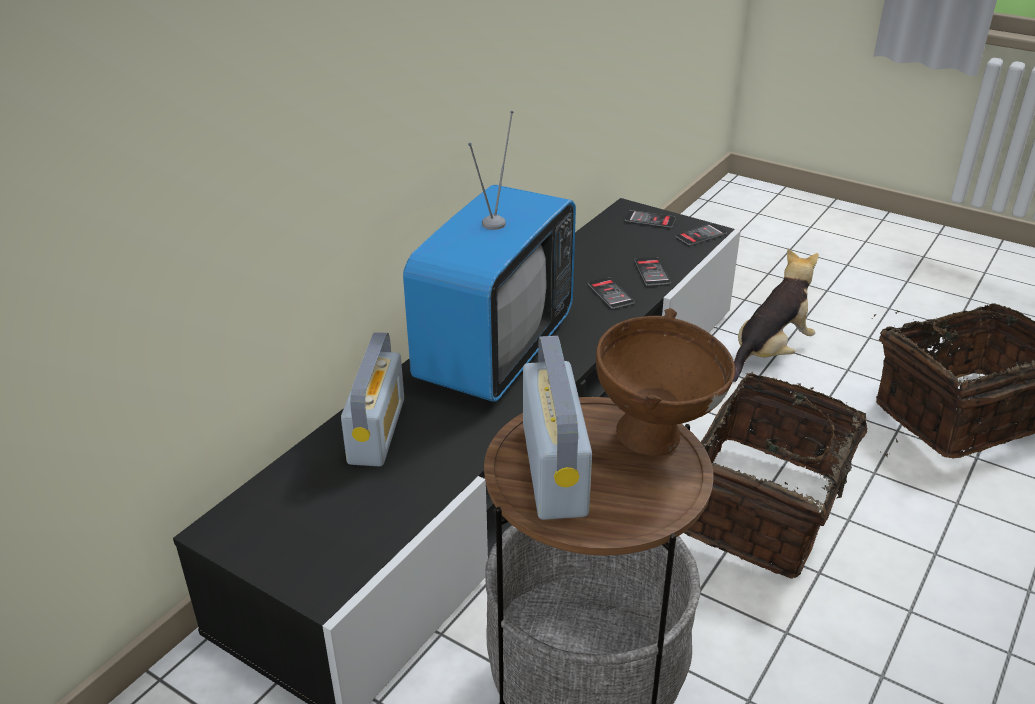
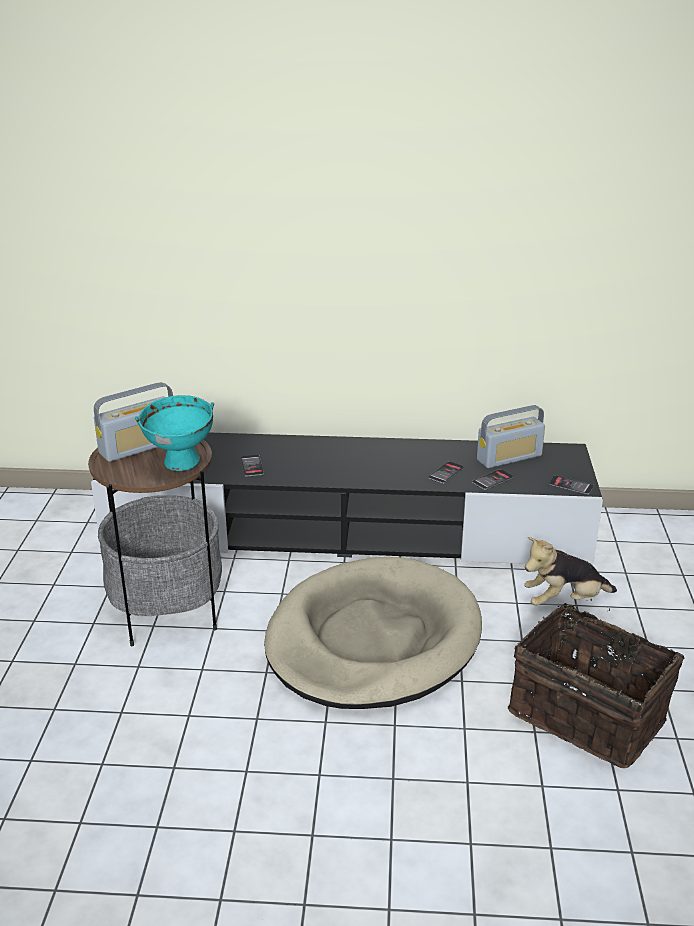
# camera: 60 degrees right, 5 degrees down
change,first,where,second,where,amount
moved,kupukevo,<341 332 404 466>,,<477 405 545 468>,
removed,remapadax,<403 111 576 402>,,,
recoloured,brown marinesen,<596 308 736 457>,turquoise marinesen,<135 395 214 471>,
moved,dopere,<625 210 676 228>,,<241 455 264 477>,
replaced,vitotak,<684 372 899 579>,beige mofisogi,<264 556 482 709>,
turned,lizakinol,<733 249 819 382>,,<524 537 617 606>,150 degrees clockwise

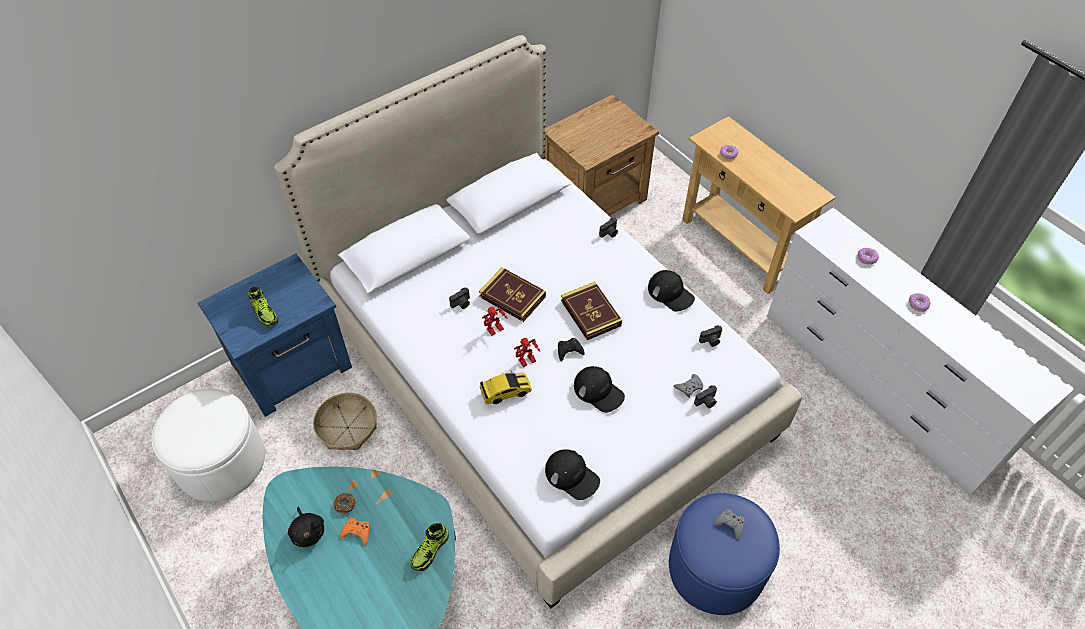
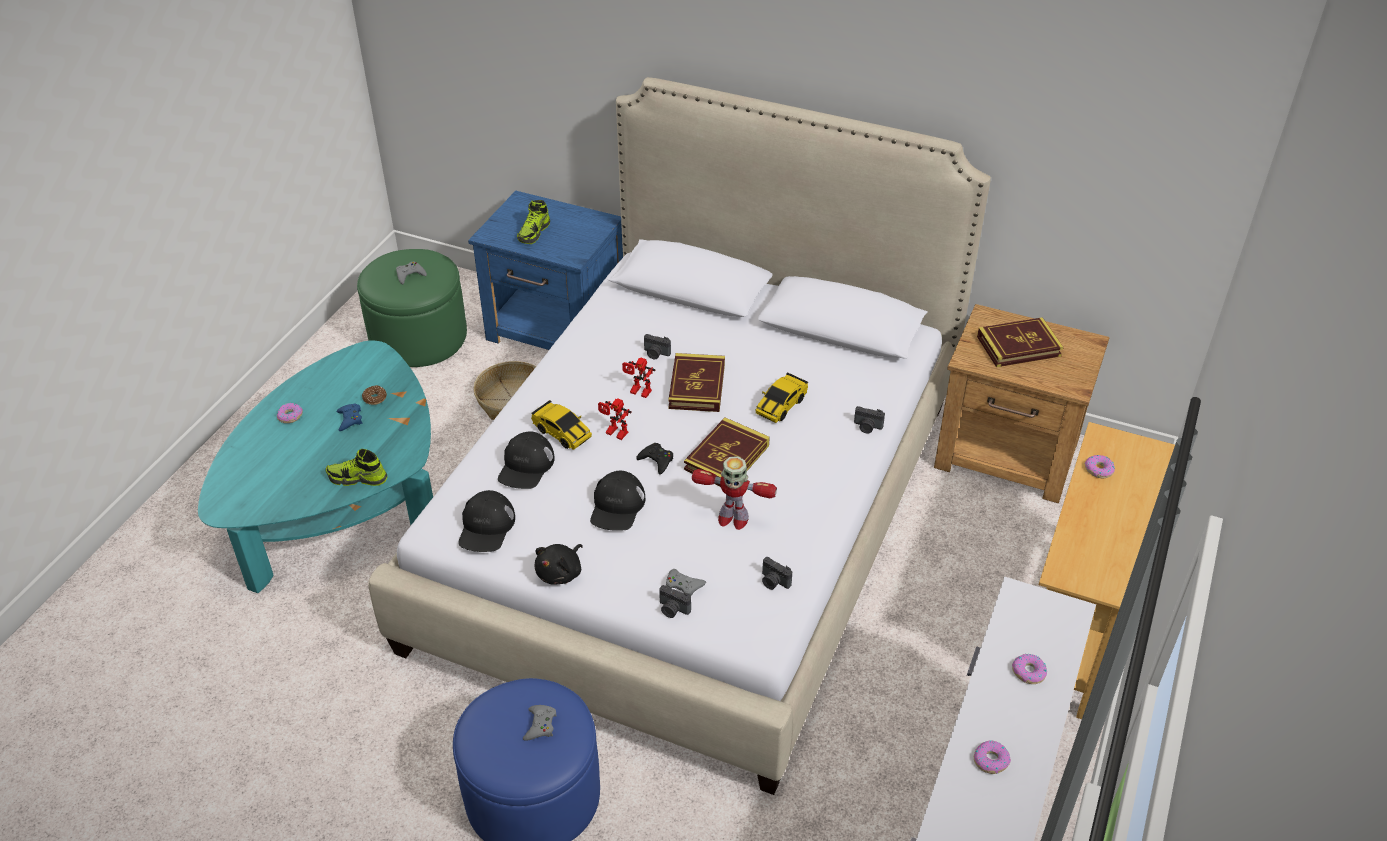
# camera: 60 degrees right, 10 degrees down
change,first,where,second,where,amount
recoloured,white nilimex,<151 389 265 502>,green nilimex,<357 249 467 367>,
moved,black lizakinol,<288 507 324 547>,,<535 544 583 585>,
recoloured,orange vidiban,<340 518 370 545>,blue vidiban,<337 404 362 431>,
moved,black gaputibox,<648 270 695 312>,,<498 431 555 489>,
added,,,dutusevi,<277 403 303 423>,
added,,,grey vidiban,<396 261 427 284>,
added,,,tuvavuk,<692 456 777 530>,
added,,,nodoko,<756 372 808 423>,
added,,,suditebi,<977 317 1064 367>,

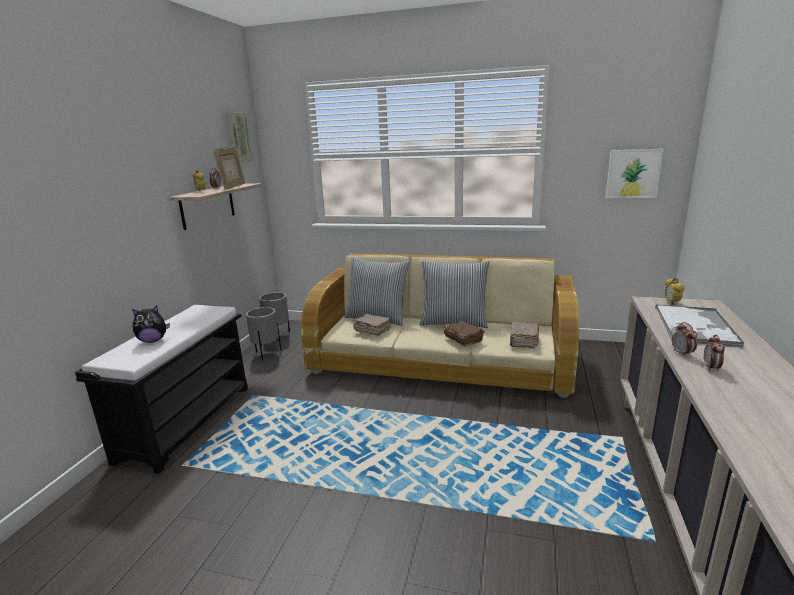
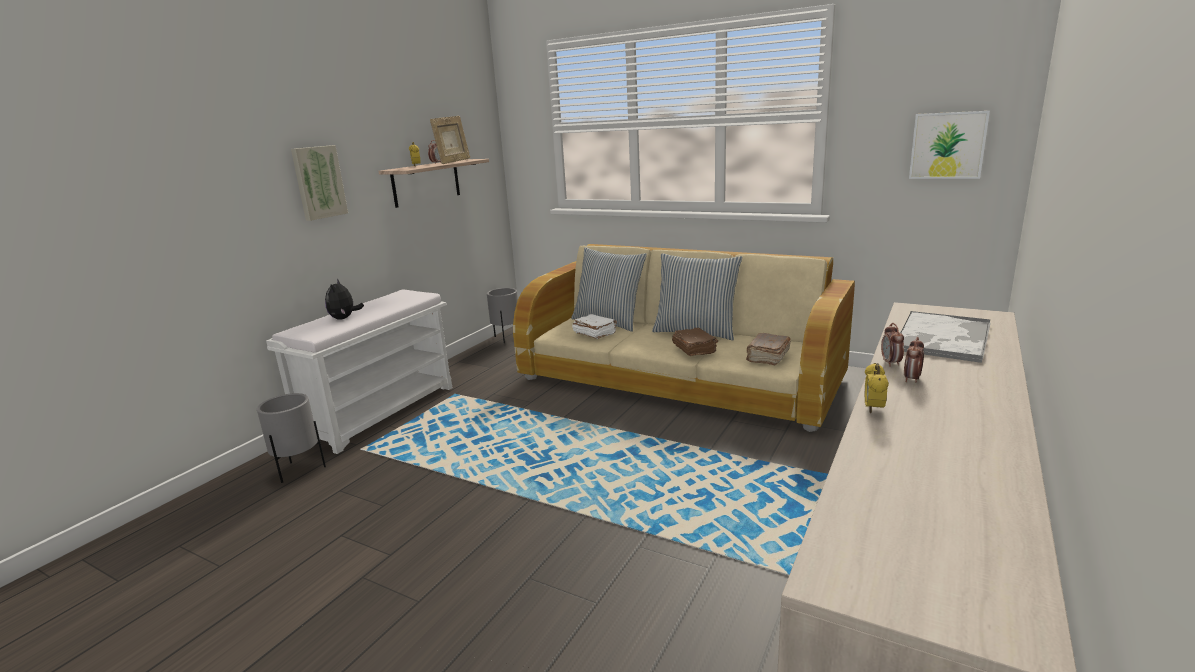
# camera: 15 degrees right, 0 degrees up
change,first,where,second,where,amount
recoloured,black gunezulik,<75 305 248 474>,white gunezulik,<266 290 452 454>,
turned,lizakinol,<132 305 170 343>,,<325 279 364 320>,90 degrees clockwise
moved,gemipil,<225 112 254 163>,,<291 145 348 221>,
moved,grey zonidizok,<246 307 282 361>,,<257 393 326 483>,
recoloured,brown suditebi,<353 314 392 336>,white suditebi,<572 314 617 339>,
moved,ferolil,<665 278 684 305>,,<865 363 889 414>,

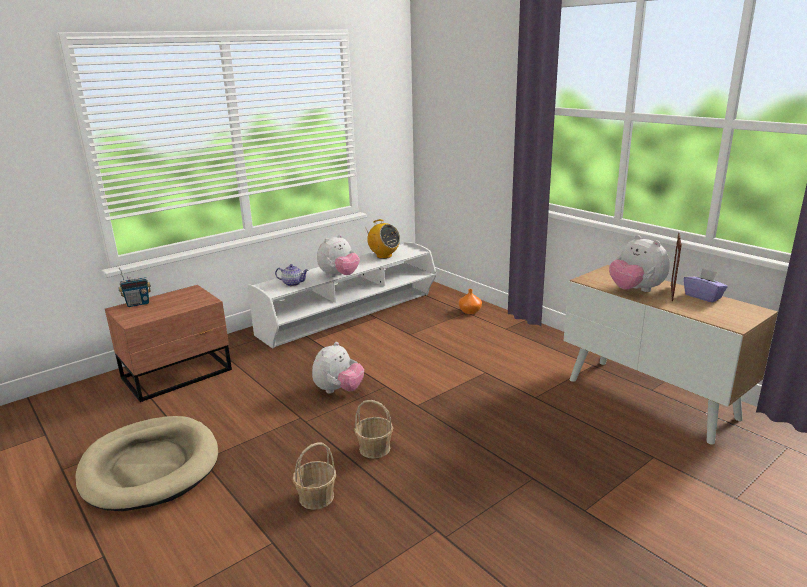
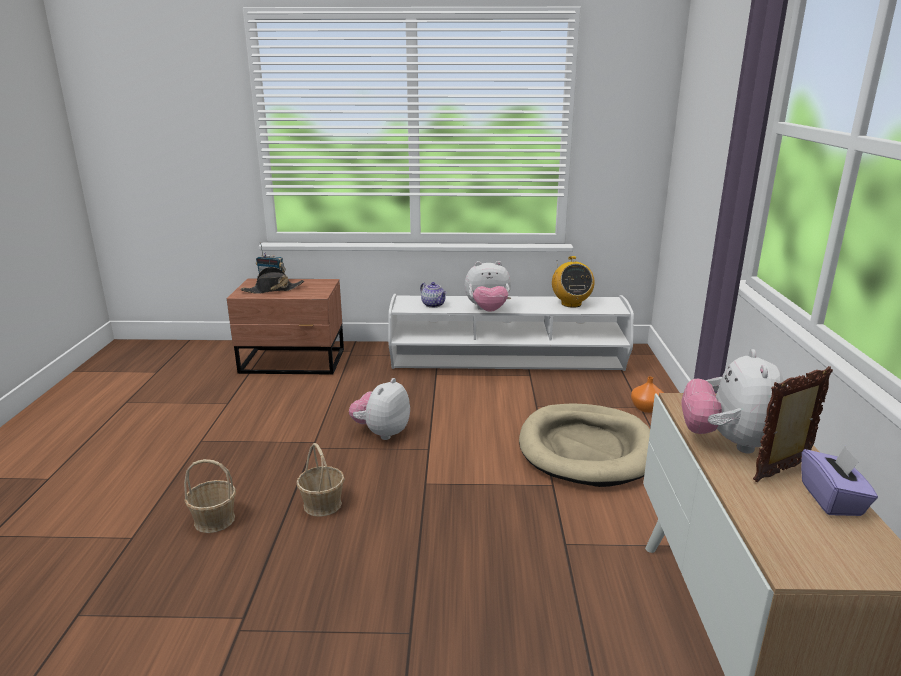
# camera: 40 degrees right, 0 degrees up
change,first,where,second,where,amount
moved,beige mofisogi,<76 416 218 511>,,<519 403 650 487>,
turned,lizakinol,<312 342 364 394>,,<349 378 410 440>,135 degrees clockwise
added,,,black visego,<241 267 304 294>,

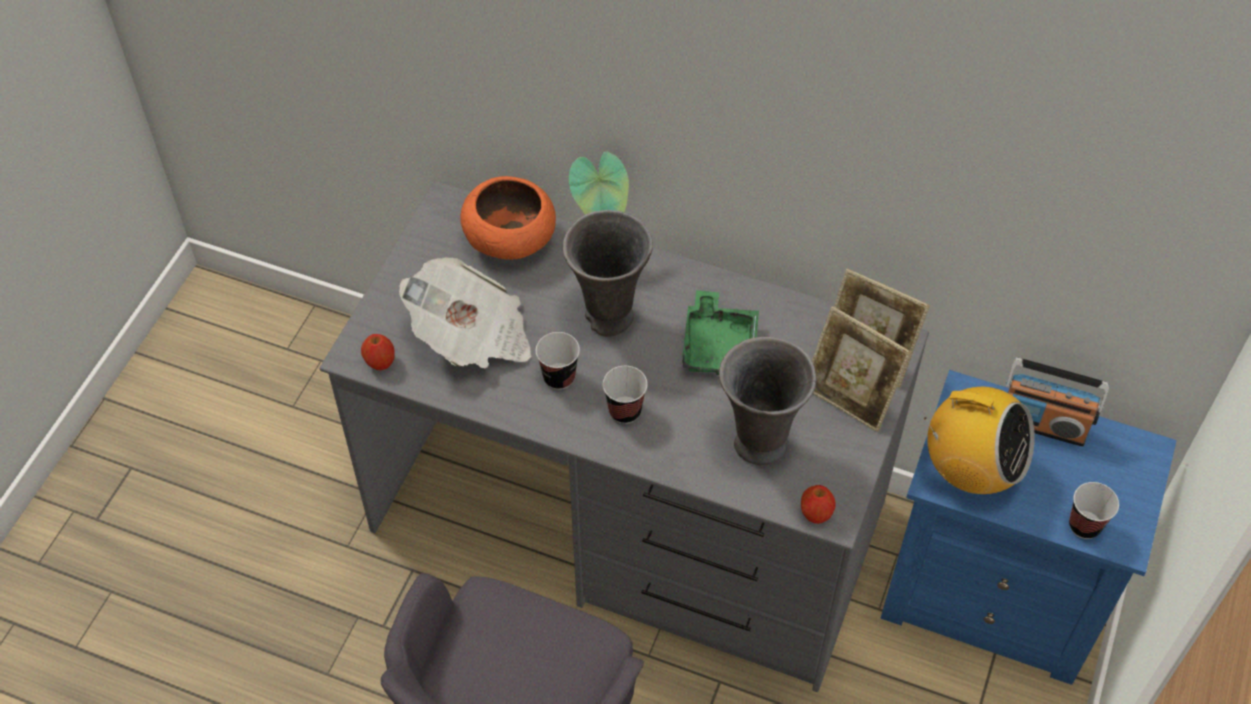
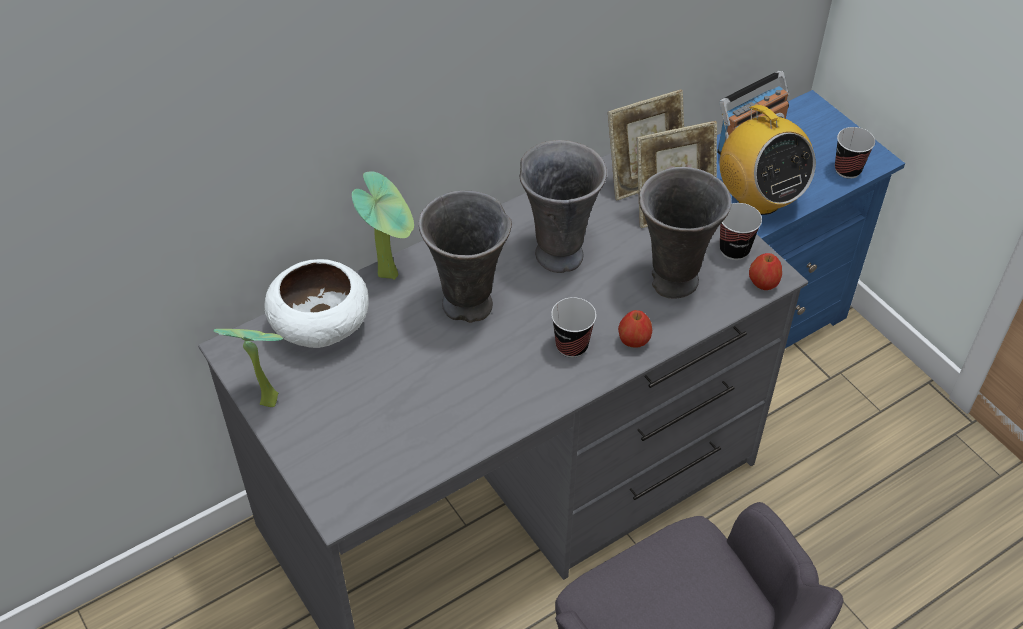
# camera: 55 degrees left, 5 degrees down
change,first,where,second,where,amount
moved,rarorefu,<361 334 395 370>,,<618 310 652 348>,
removed,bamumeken,<399 257 531 368>,,,
recoloured,orange marinesen,<460 176 556 260>,white marinesen,<264 259 369 348>,
moved,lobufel,<536 332 580 390>,,<720 203 762 260>,
replaced,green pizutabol,<682 290 759 375>,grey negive,<519 140 607 273>,
turned,kupukevo,<924 387 1035 494>,,<720 105 816 215>,90 degrees clockwise
added,,,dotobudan,<214 329 283 407>,

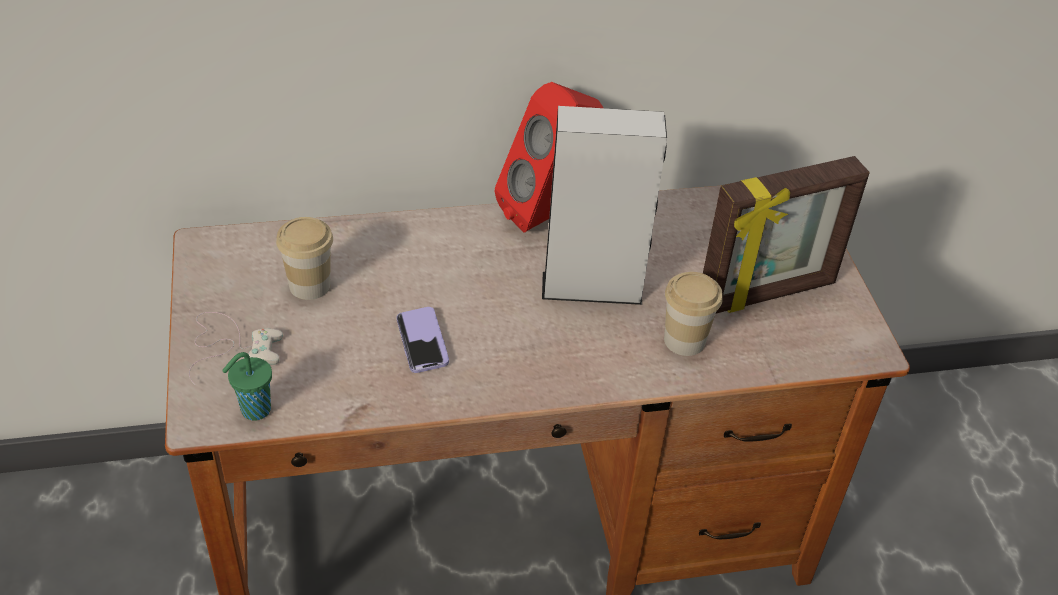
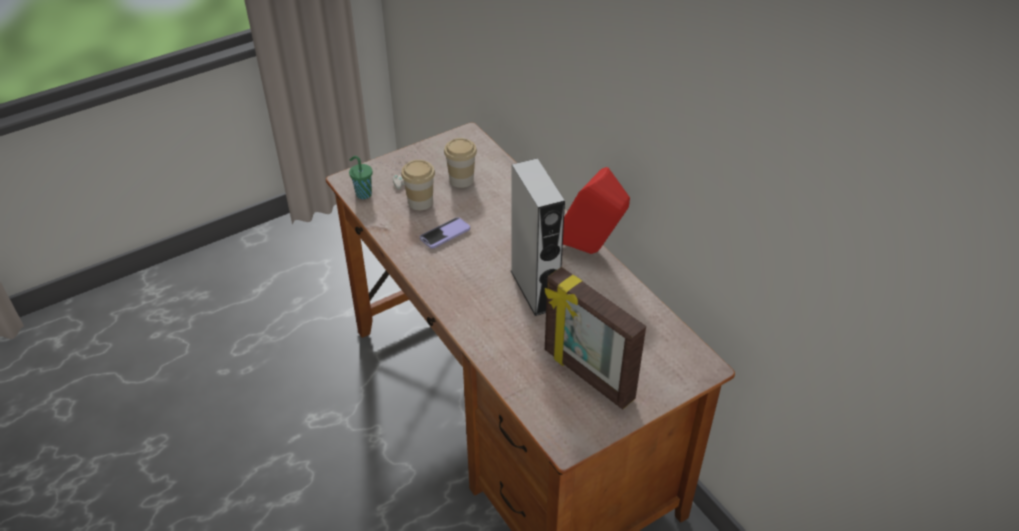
# camera: 70 degrees right, 0 degrees up
change,first,where,second,where,amount
moved,lobufel,<664 272 723 356>,,<401 160 435 210>,

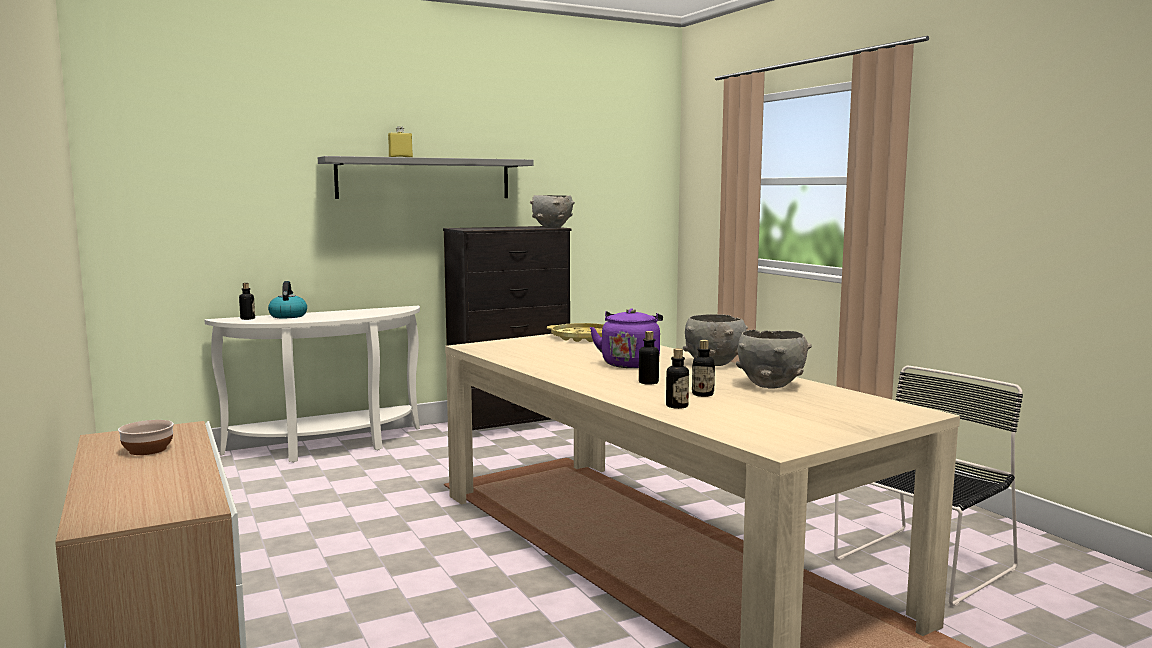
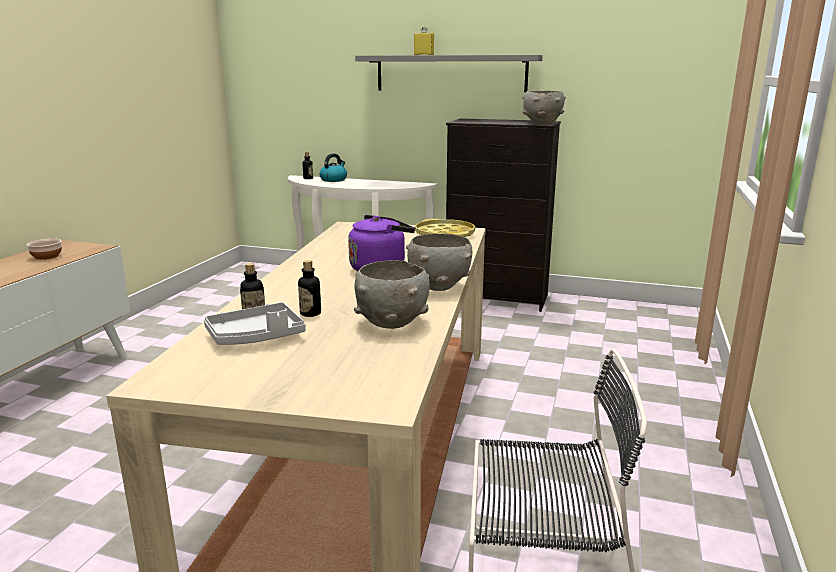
# camera: 45 degrees right, 10 degrees up
change,first,where,second,where,amount
removed,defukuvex,<639 331 659 385>,,,
added,,,grey pizutabol,<204 302 306 345>,

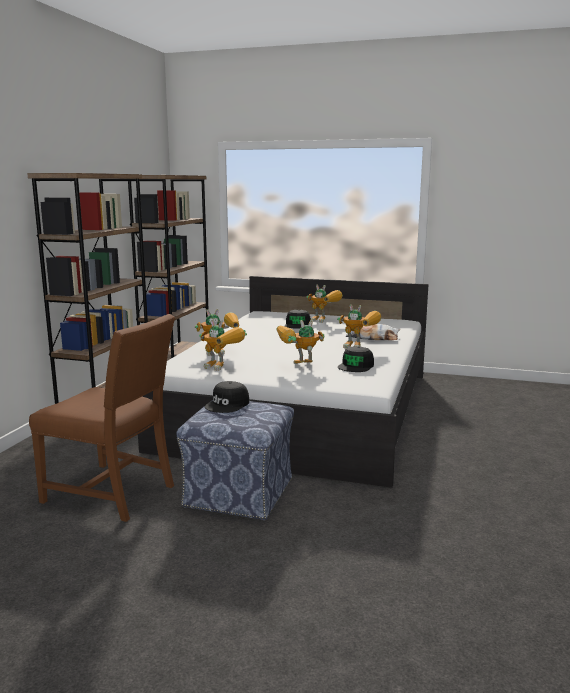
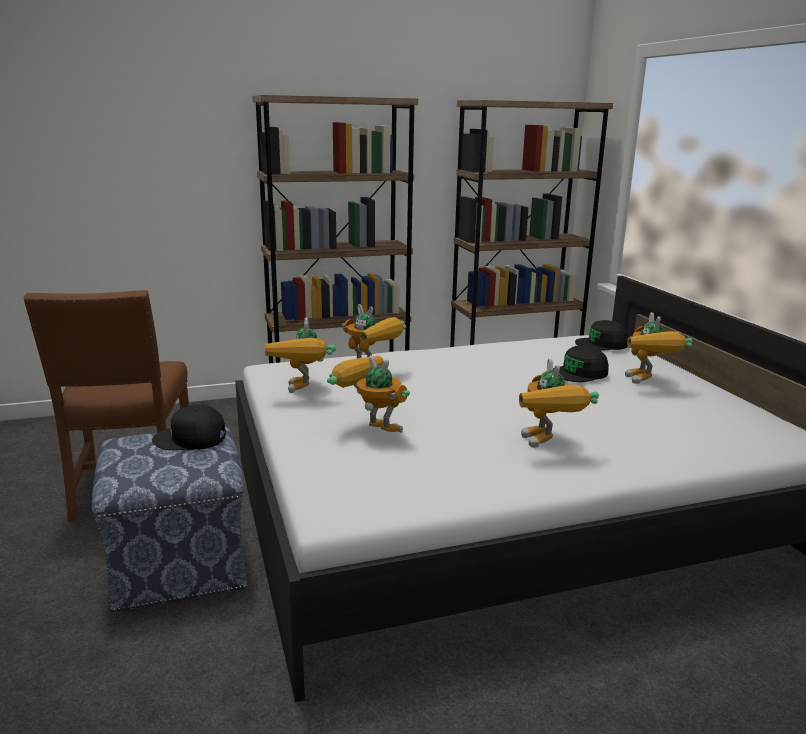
# camera: 55 degrees right, 5 degrees up
change,first,where,second,where,amount
moved,black gaputibox,<338 346 374 372>,,<575 320 629 351>,
removed,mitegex,<346 324 400 340>,,,

